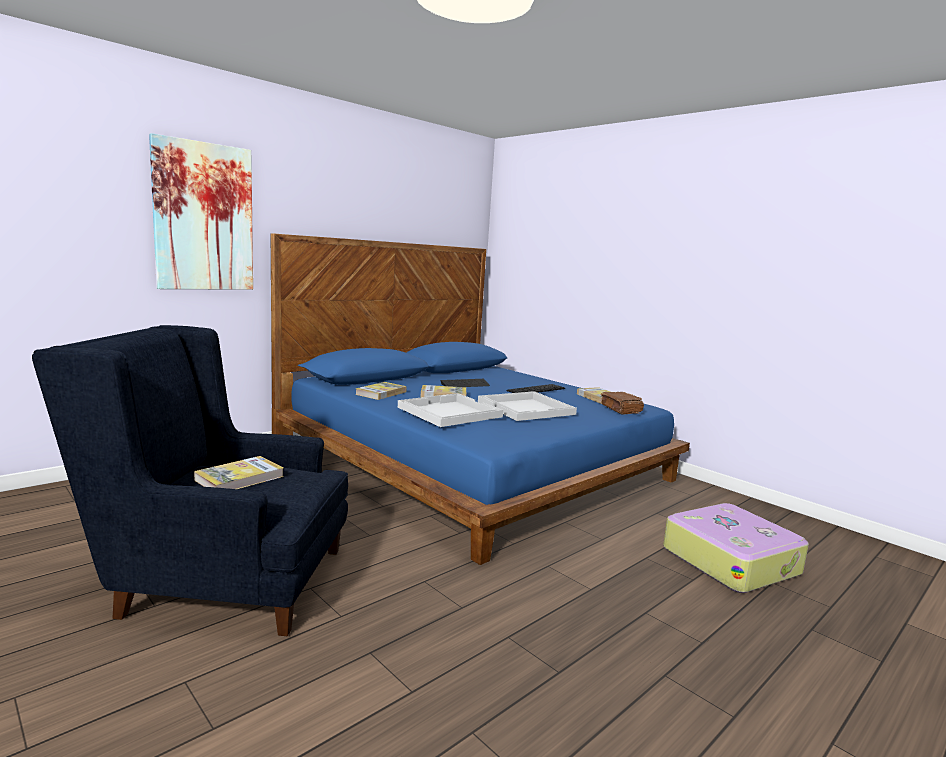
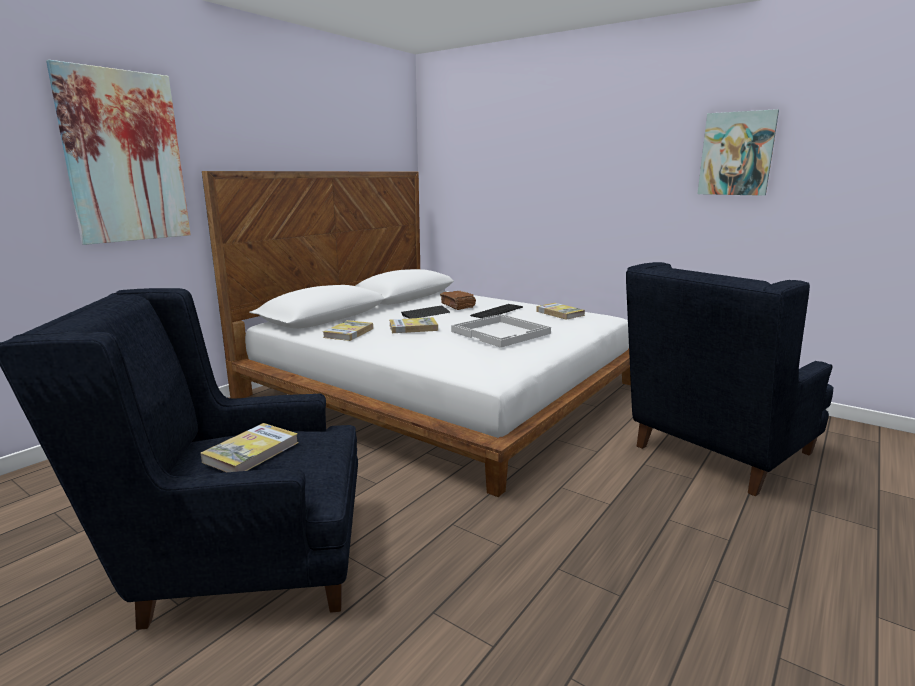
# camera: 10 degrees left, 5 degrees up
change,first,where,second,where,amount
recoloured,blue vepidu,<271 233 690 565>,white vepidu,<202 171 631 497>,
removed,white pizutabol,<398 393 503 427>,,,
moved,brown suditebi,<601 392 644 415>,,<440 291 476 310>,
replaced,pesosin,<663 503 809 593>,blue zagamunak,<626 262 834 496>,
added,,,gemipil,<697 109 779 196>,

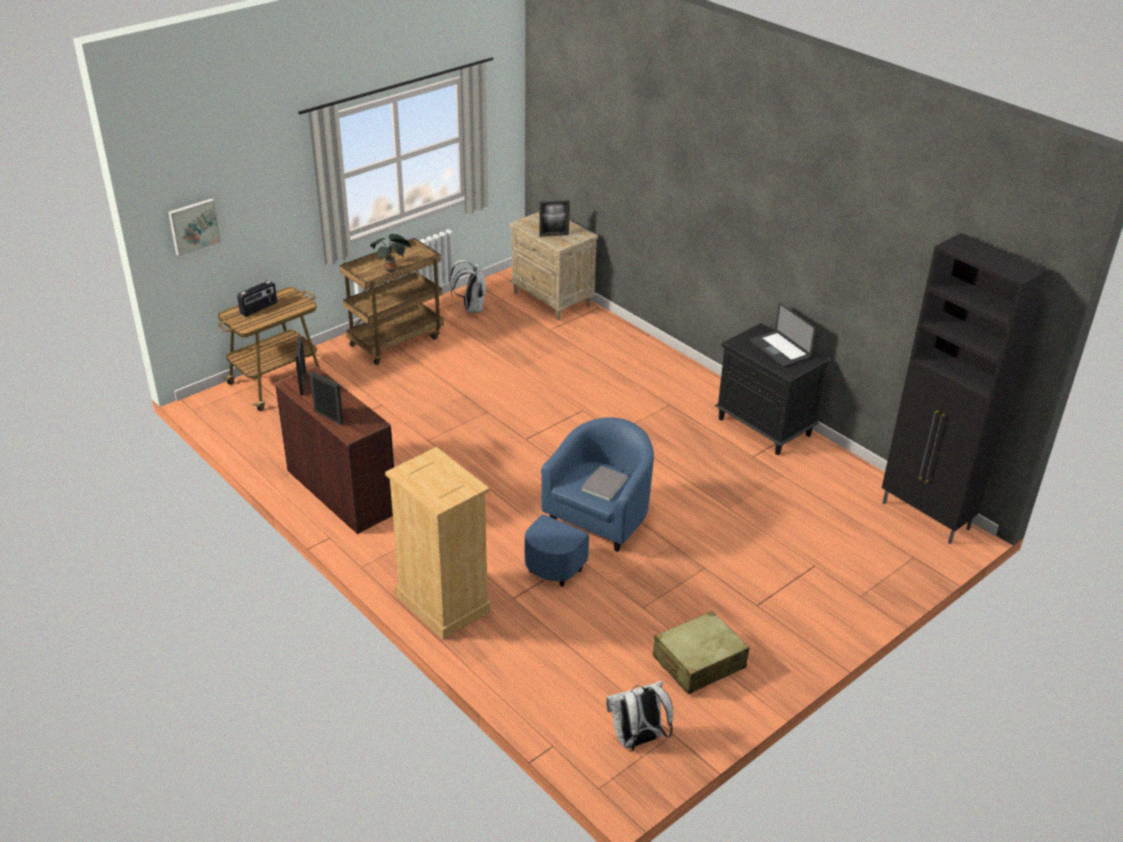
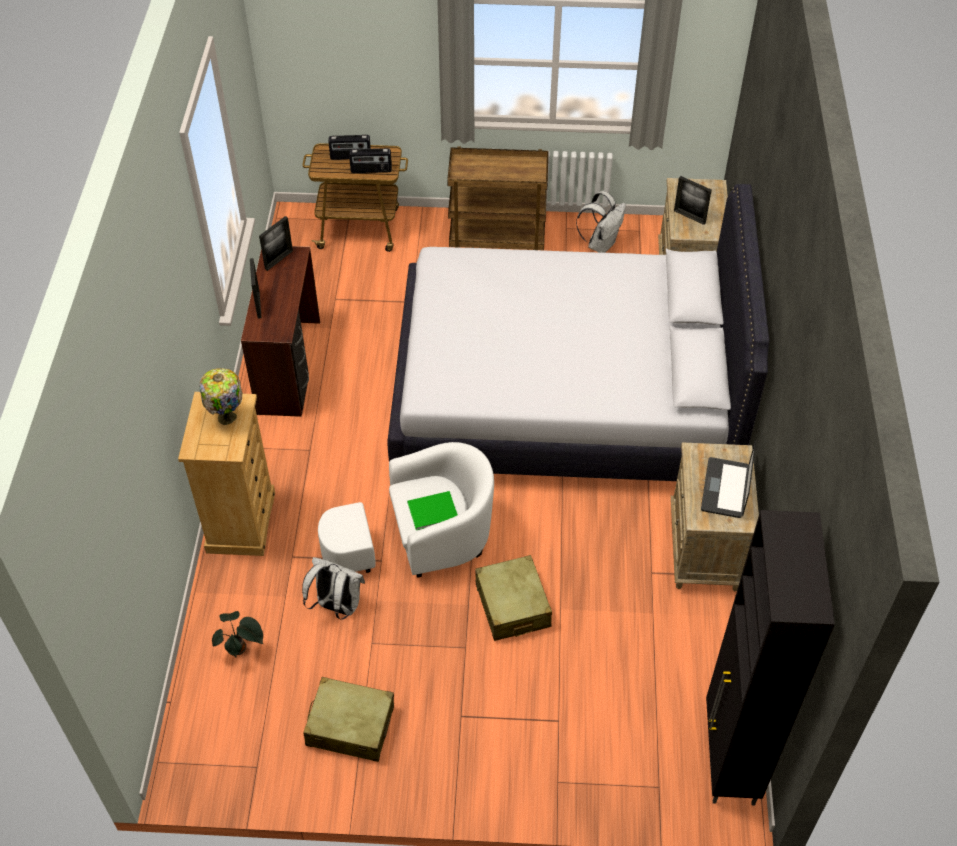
# camera: 45 degrees right, 15 degrees up
change,first,where,second,where,amount
removed,gemipil,<168 198 221 256>,,,
moved,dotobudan,<370 234 411 272>,,<212 611 263 657>,
recoloured,blue zagamunak,<525 417 654 586>,white zagamunak,<318 442 494 578>,
recoloured,grey suditebi,<580 466 628 501>,green suditebi,<407 491 458 530>,
moved,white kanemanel,<606 681 673 751>,,<302 557 365 620>,
recoloured,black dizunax,<714 323 829 455>,beige dizunax,<671 442 759 592>,
added,,,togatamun,<199 368 242 425>,
added,,,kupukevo,<349 148 392 173>,
added,,,white vepidu,<387 184 769 481>,
added,,,beige pesosin,<475 555 552 641>,

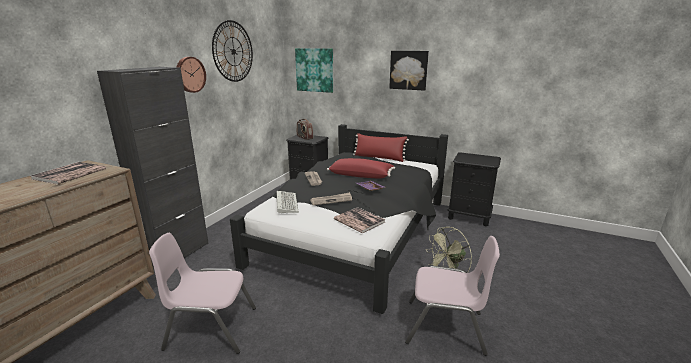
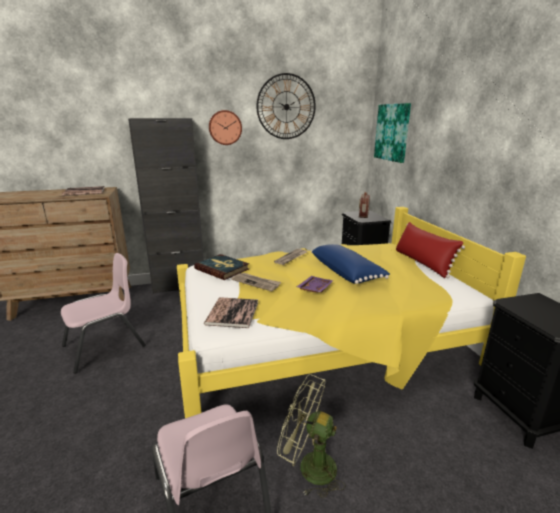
# camera: 50 degrees right, 0 degrees up
change,first,where,second,where,amount
turned,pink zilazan,<149 233 256 354>,,<61 253 146 373>,90 degrees clockwise
recoloured,black vepidu,<230 124 448 314>,yellow vepidu,<177 207 526 418>,
replaced,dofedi,<277 191 299 214>,suditebi,<194 254 249 280>,
recoloured,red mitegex,<327 158 395 178>,blue mitegex,<311 244 390 284>,
removed,gemipil,<389 51 429 91>,,,

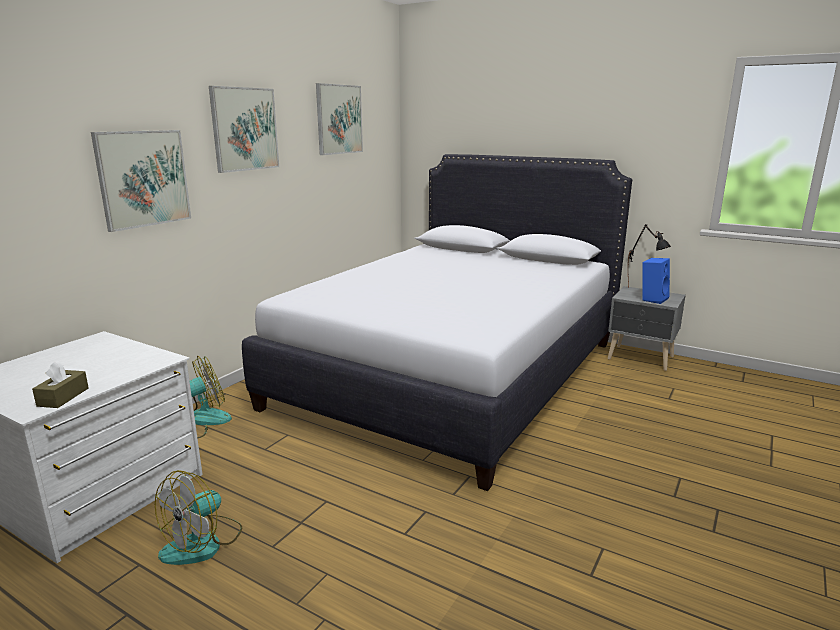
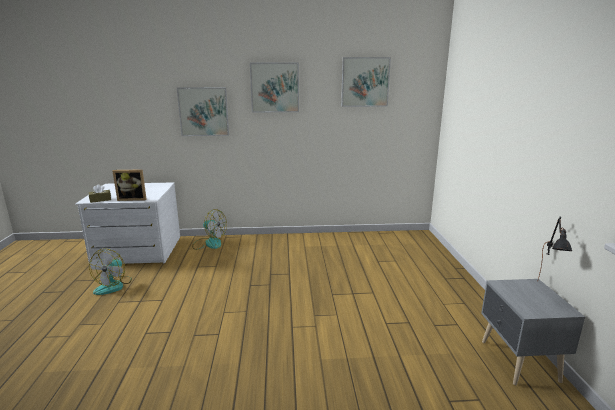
# camera: 55 degrees right, 0 degrees up
change,first,where,second,where,amount
turned,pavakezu,<155 470 242 565>,,<89 248 132 295>,75 degrees counterclockwise
removed,white vepidu,<242 154 632 491>,,,
removed,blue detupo,<642 258 670 304>,,,
added,,,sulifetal,<113 169 147 201>,

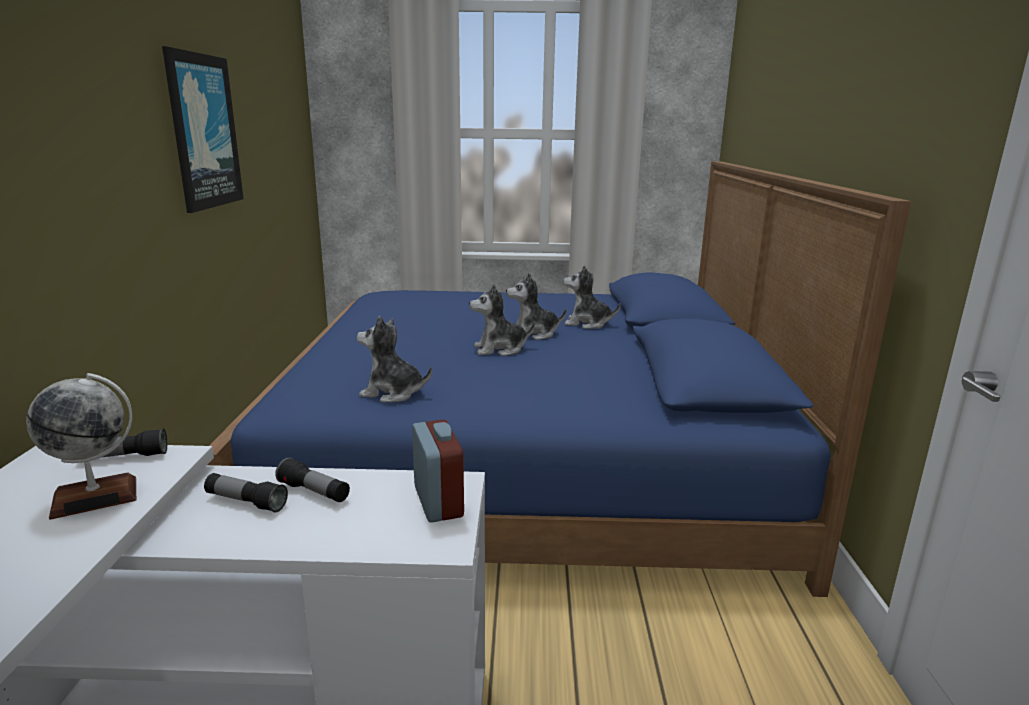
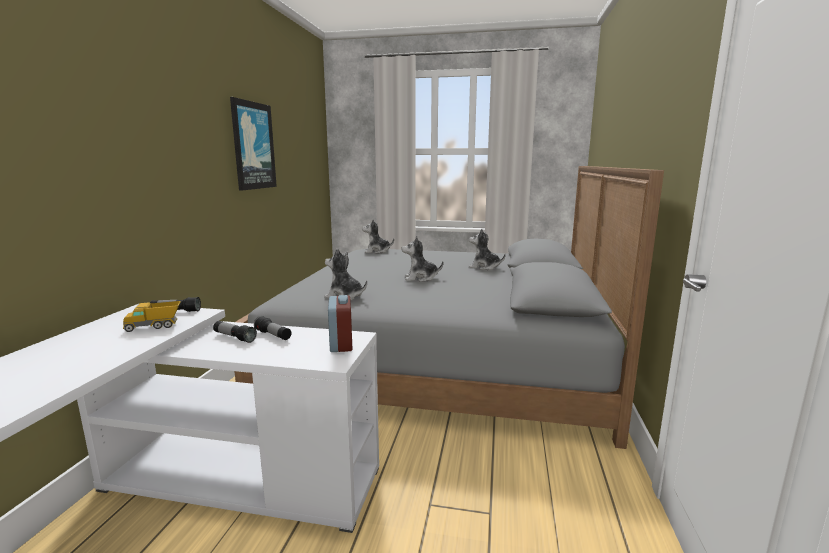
# camera: 10 degrees right, 5 degrees down
change,first,where,second,where,amount
replaced,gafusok,<26 373 136 520>,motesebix,<123 301 181 332>,
recoloured,blue vepidu,<208 161 911 597>,grey vepidu,<234 166 664 449>,
moved,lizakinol,<506 273 567 340>,,<362 219 394 254>,

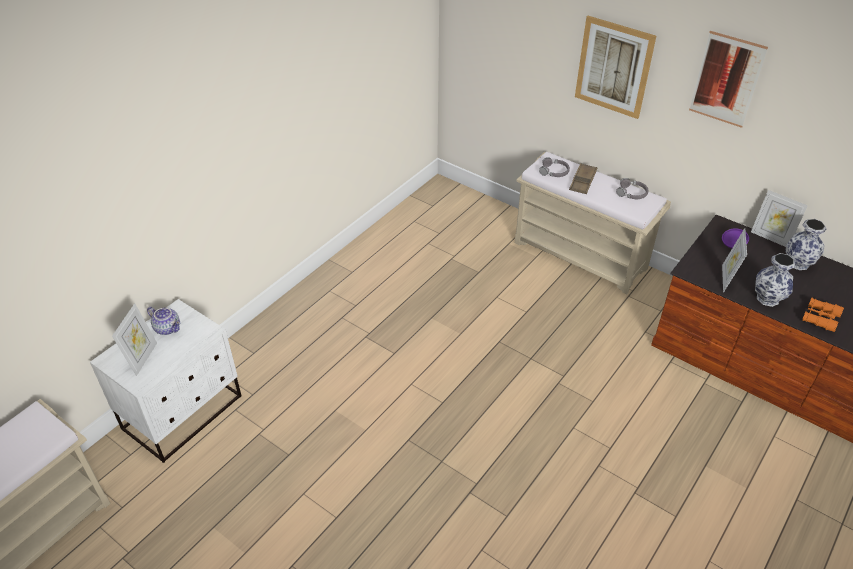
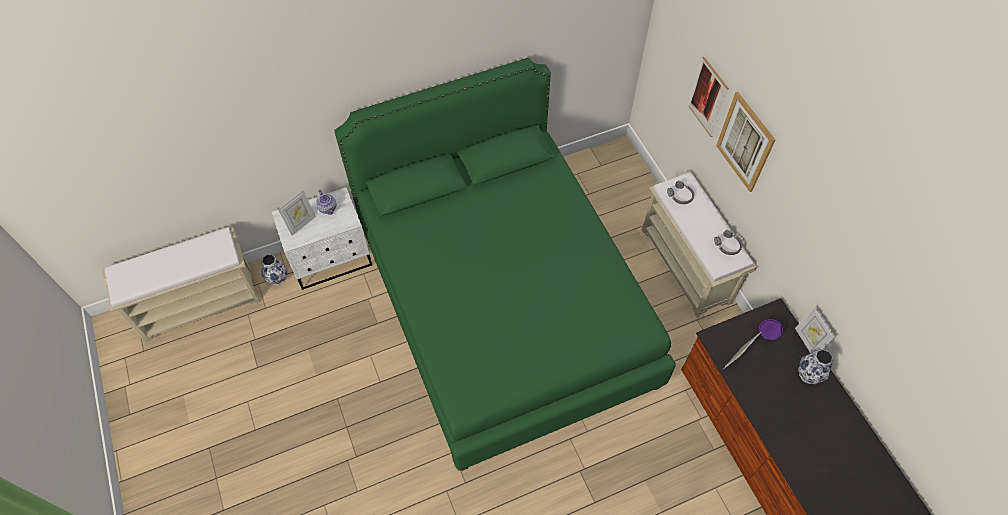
# camera: 30 degrees right, 15 degrees up
change,first,where,second,where,amount
removed,brown pizutabol,<569 163 598 194>,,,
moved,gemipil,<689 31 768 128>,,<688 57 729 137>,
moved,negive,<755 253 795 307>,,<261 254 287 285>,
removed,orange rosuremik,<802 298 844 332>,,,
added,,,green vepidu,<334 58 676 471>,

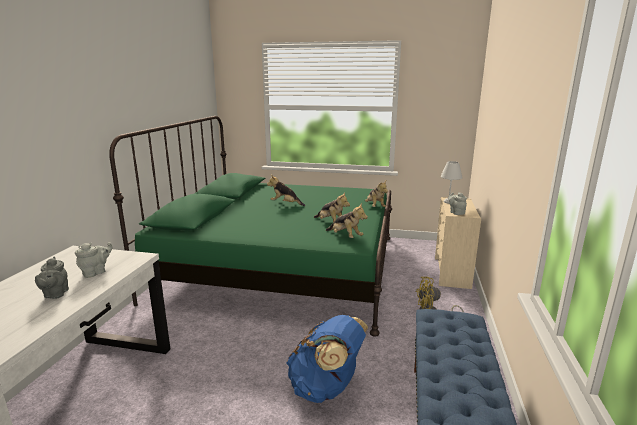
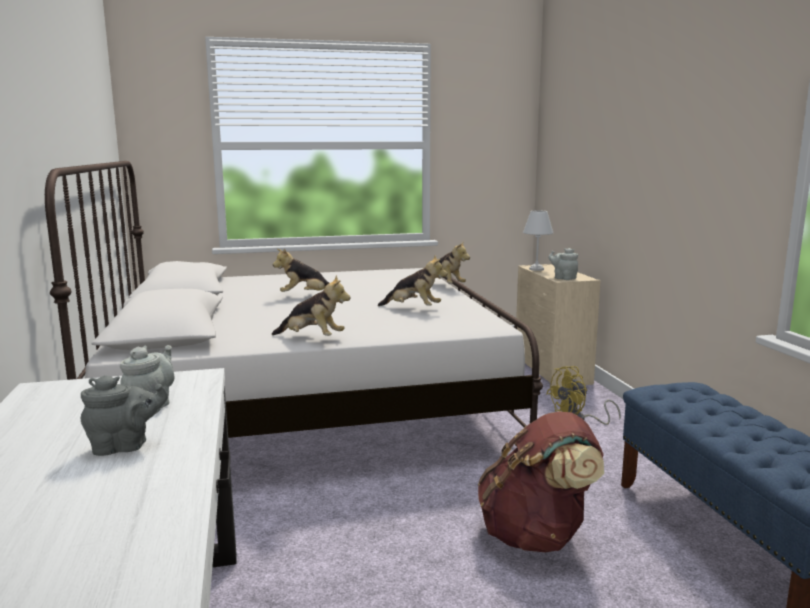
# camera: 25 degrees left, 5 degrees down
change,first,where,second,where,amount
turned,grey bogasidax,<35 257 69 299>,,<81 375 168 456>,75 degrees counterclockwise
recoloured,green vepidu,<109 116 392 337>,white vepidu,<45 161 543 438>,
recoloured,blue kanemanel,<286 315 368 403>,brown kanemanel,<478 411 604 552>,
moved,lizakinol,<326 203 368 238>,,<272 275 351 336>,

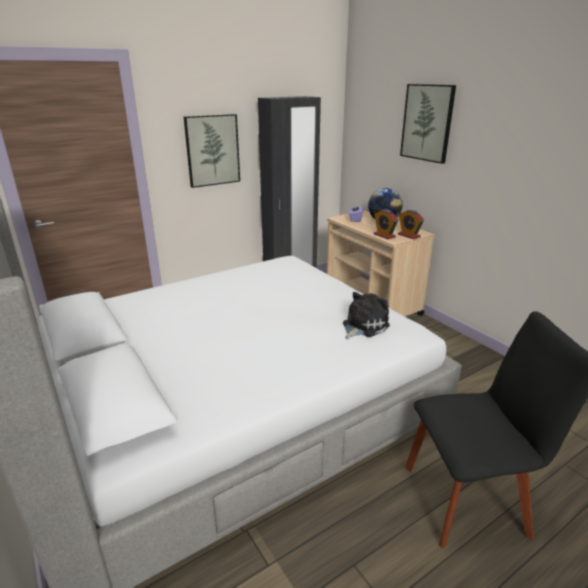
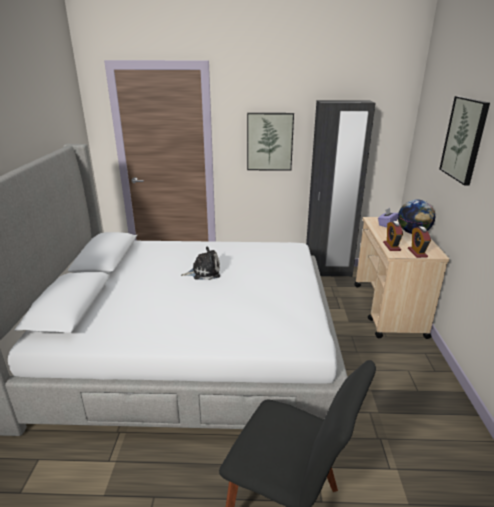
# camera: 35 degrees right, 0 degrees up
change,first,where,second,where,amount
moved,lizakinol,<343 292 390 339>,,<181 246 220 280>,

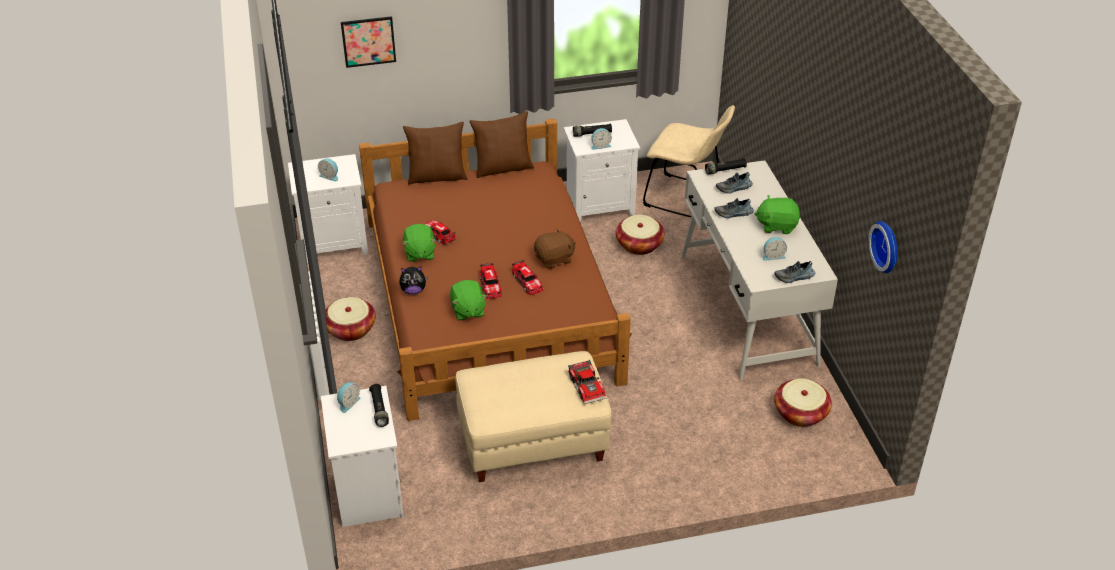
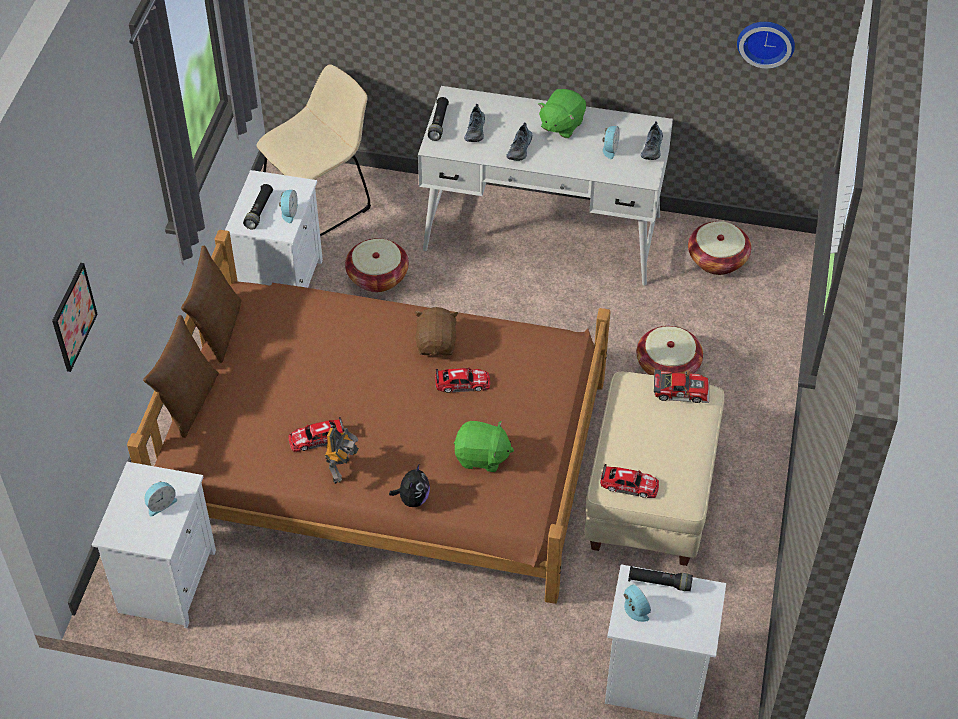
# camera: 65 degrees left, 10 degrees up
change,first,where,second,where,amount
moved,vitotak,<325 297 376 341>,,<637 326 703 375>,
replaced,green lizakinol,<402 224 436 262>,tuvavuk,<325 428 359 484>,
moved,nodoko,<480 263 502 299>,,<600 464 659 498>,

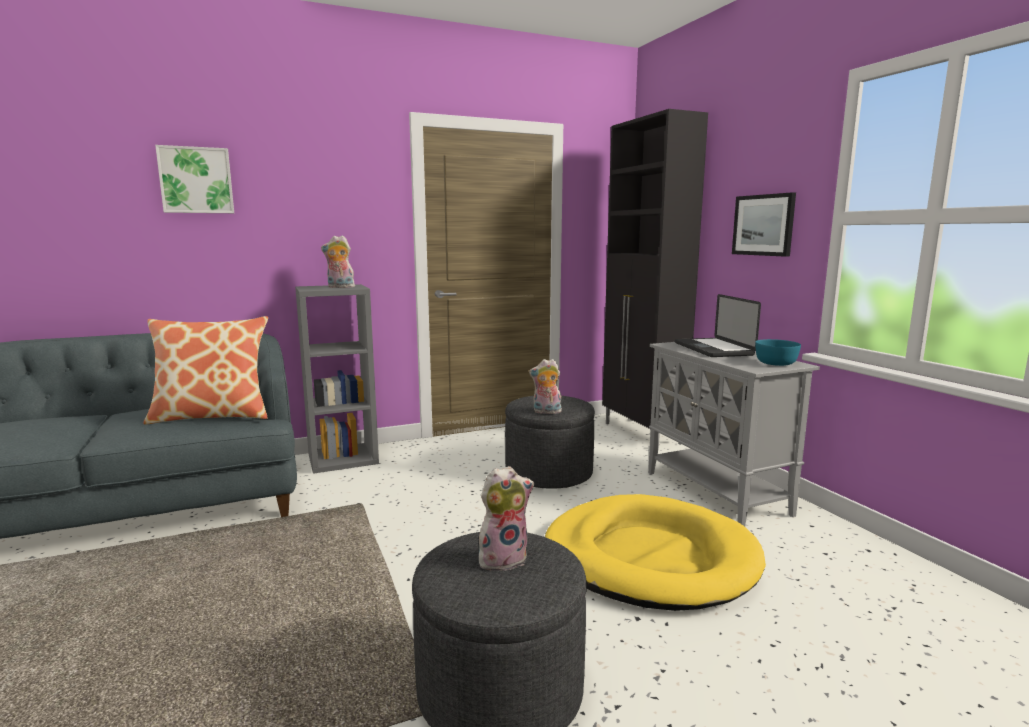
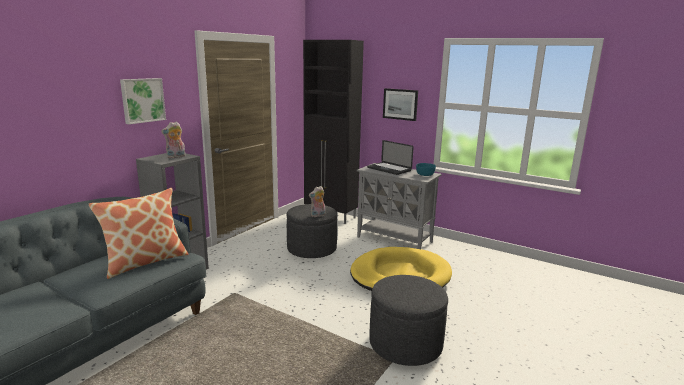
# camera: 35 degrees left, 5 degrees up
change,first,where,second,where,amount
moved,gemipil,<155 145 234 213>,,<120 78 166 124>,
removed,lizakinol,<479 466 534 571>,,,

